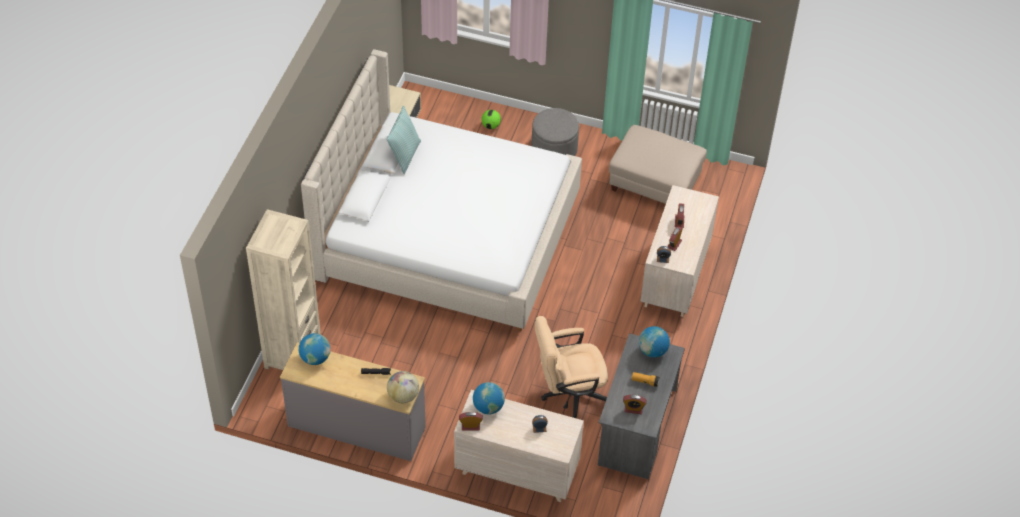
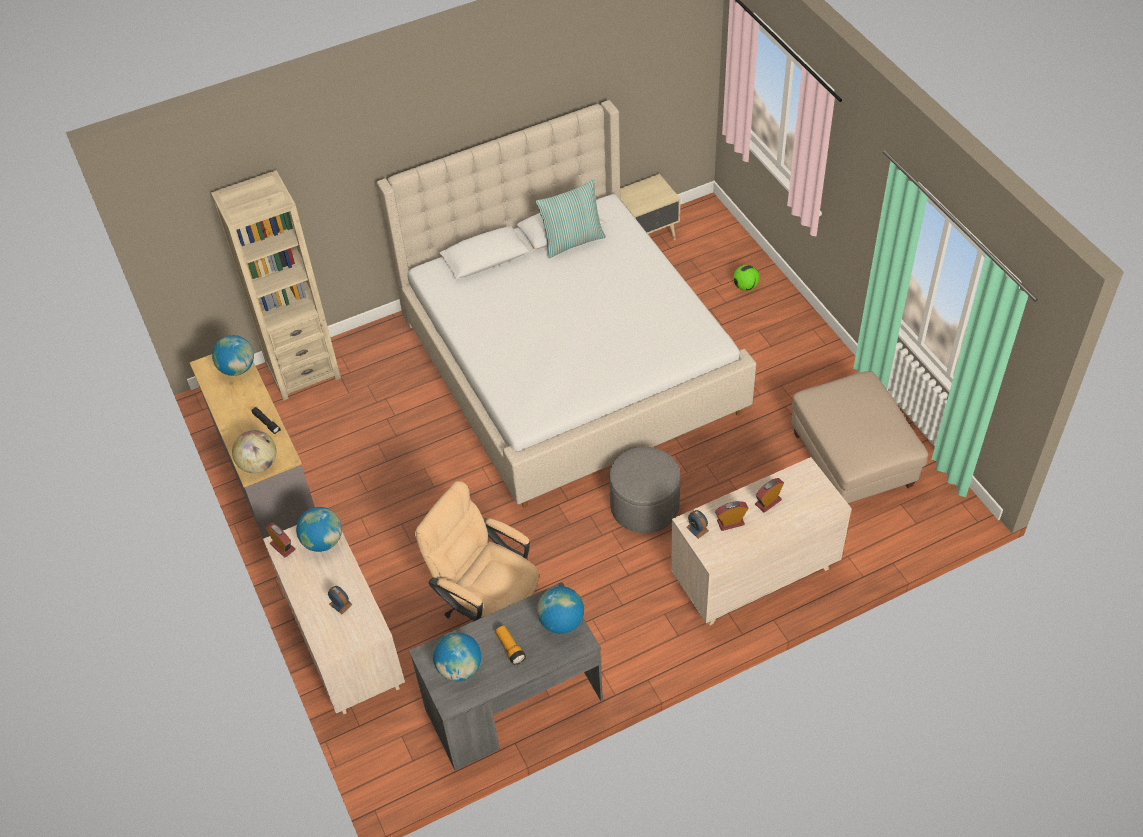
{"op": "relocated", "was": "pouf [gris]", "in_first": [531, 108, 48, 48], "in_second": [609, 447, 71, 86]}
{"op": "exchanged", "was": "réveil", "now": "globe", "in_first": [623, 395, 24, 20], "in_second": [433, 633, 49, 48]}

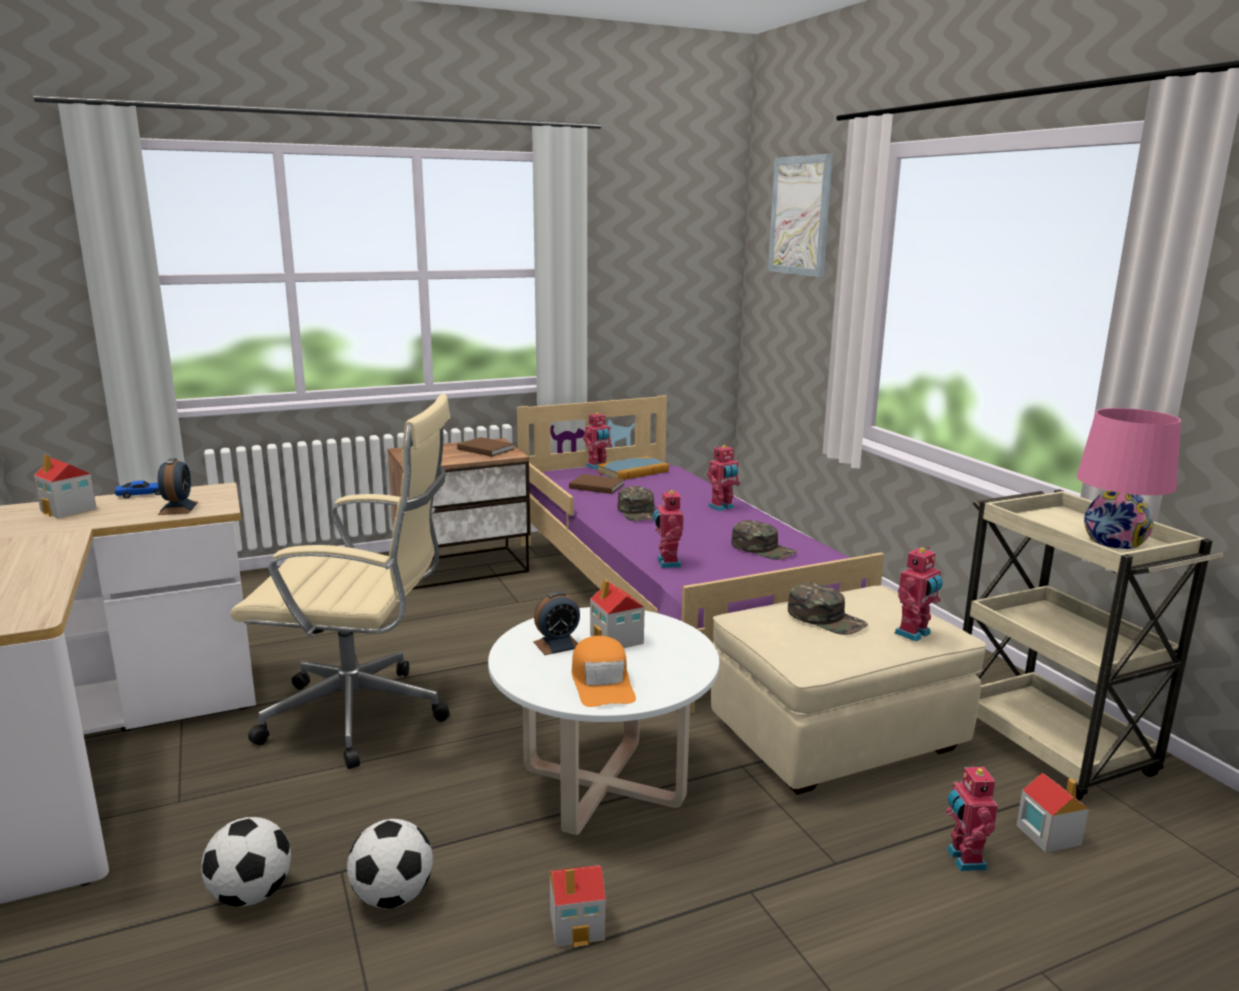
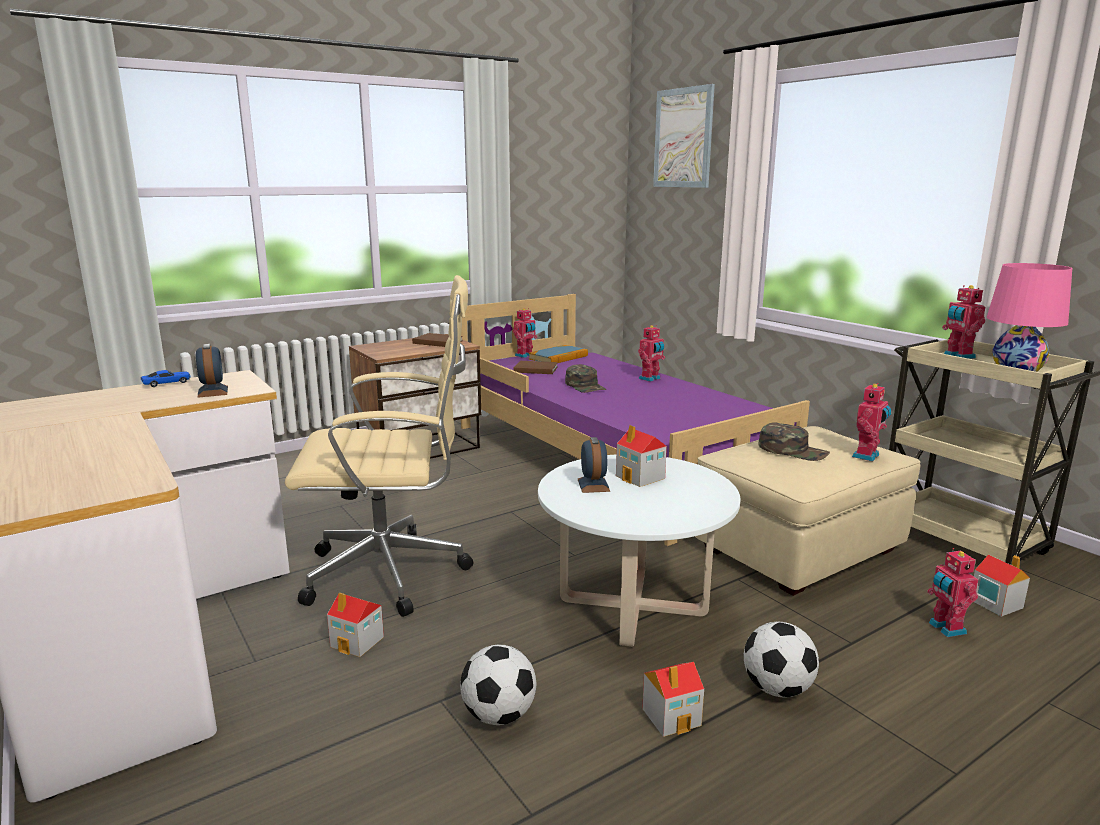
{"op": "relocated", "was": "maison miniature", "in_first": [34, 454, 63, 64], "in_second": [327, 593, 57, 64]}
{"op": "relocated", "was": "ballon de foot", "in_first": [201, 817, 90, 90], "in_second": [744, 622, 75, 75]}
{"op": "spun", "was": "réveil", "in_first": [533, 591, 47, 64], "in_second": [578, 437, 32, 56], "clockwise": -60}
{"op": "missing", "was": "casquette [orange]", "in_first": [572, 636, 64, 71]}
{"op": "relocated", "was": "robot jouet", "in_first": [653, 488, 31, 80], "in_second": [942, 285, 44, 74]}
{"op": "missing", "was": "casquette [vert]", "in_first": [731, 520, 66, 40]}

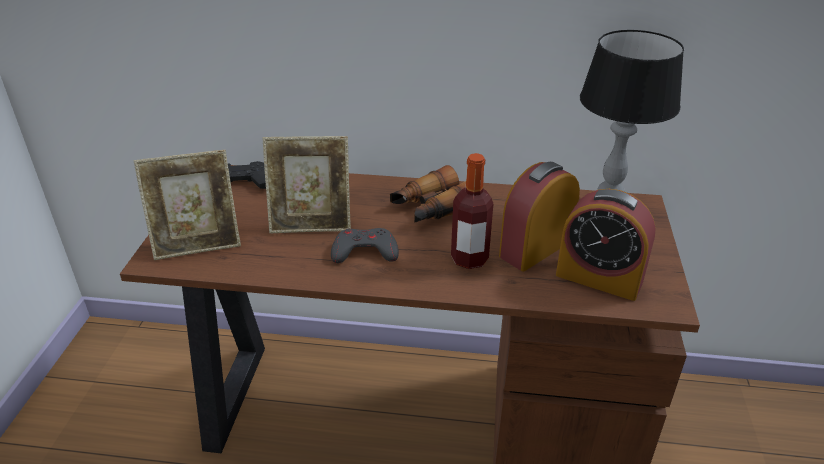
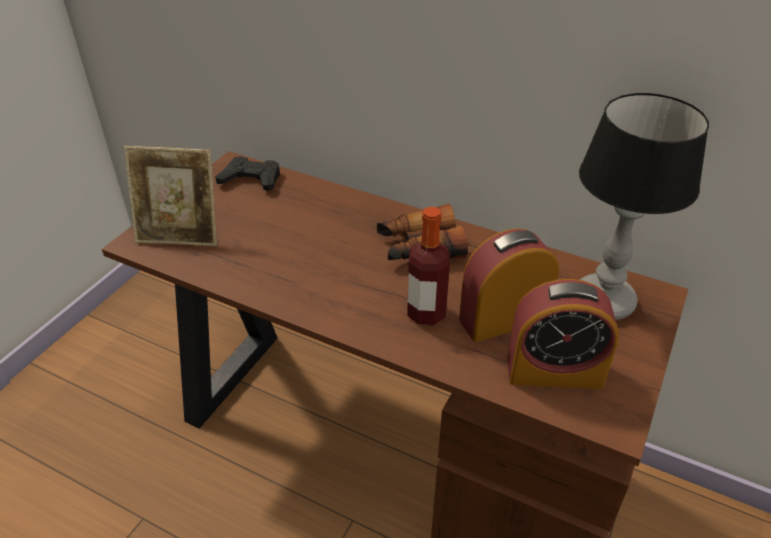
{"op": "missing", "was": "cadre photo", "in_first": [262, 136, 89, 97]}
{"op": "missing", "was": "manette [gris]", "in_first": [331, 228, 68, 35]}
{"op": "spun", "was": "réveil", "in_first": [556, 189, 100, 112], "in_second": [507, 279, 112, 110], "clockwise": -45}

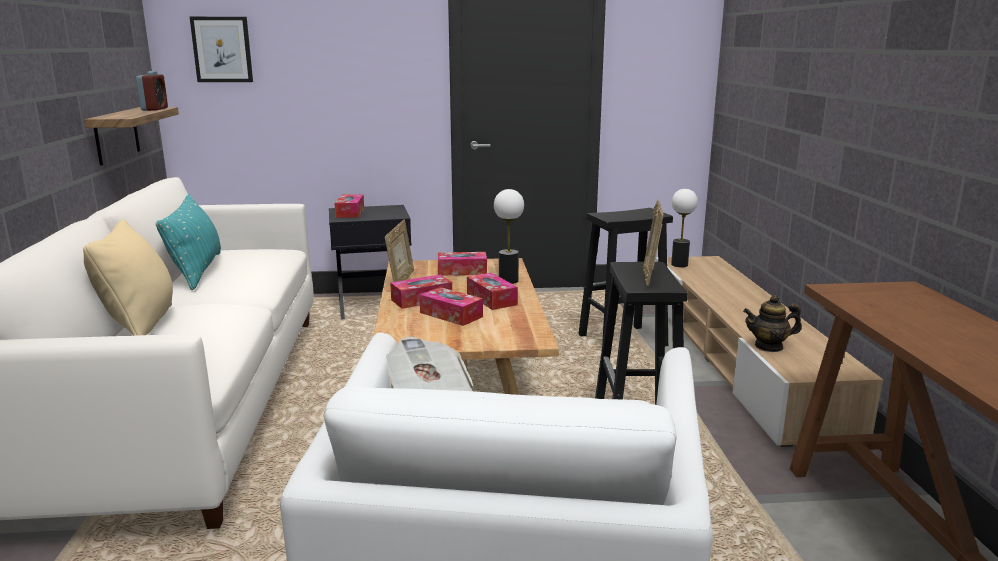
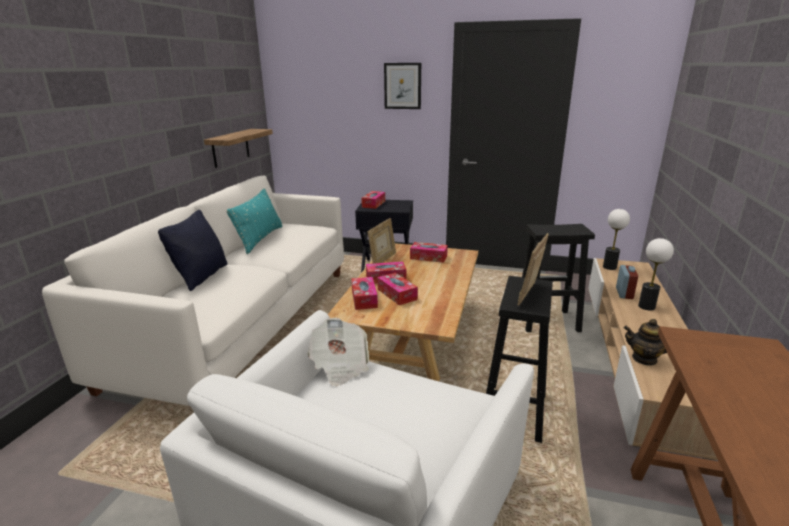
{"op": "colour", "was": "coussin [beige]", "now": "coussin [noir]", "in_first": [83, 220, 90, 116], "in_second": [158, 210, 70, 81]}
{"op": "relocated", "was": "réveil", "in_first": [136, 71, 32, 40], "in_second": [616, 265, 22, 34]}
{"op": "relocated", "was": "tableau", "in_first": [190, 17, 63, 65], "in_second": [384, 63, 37, 46]}
{"op": "relocated", "was": "boîte à mouchoirs", "in_first": [467, 273, 51, 37], "in_second": [351, 277, 27, 33]}
{"op": "relocated", "was": "lampe de table", "in_first": [494, 189, 30, 95], "in_second": [638, 238, 36, 72]}

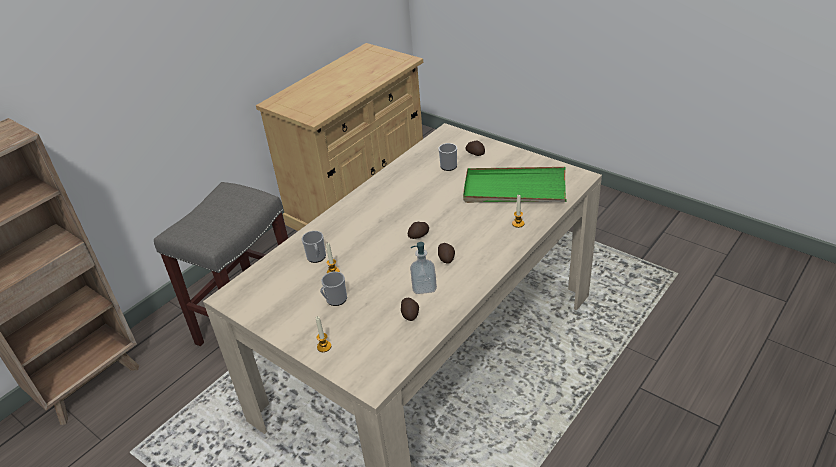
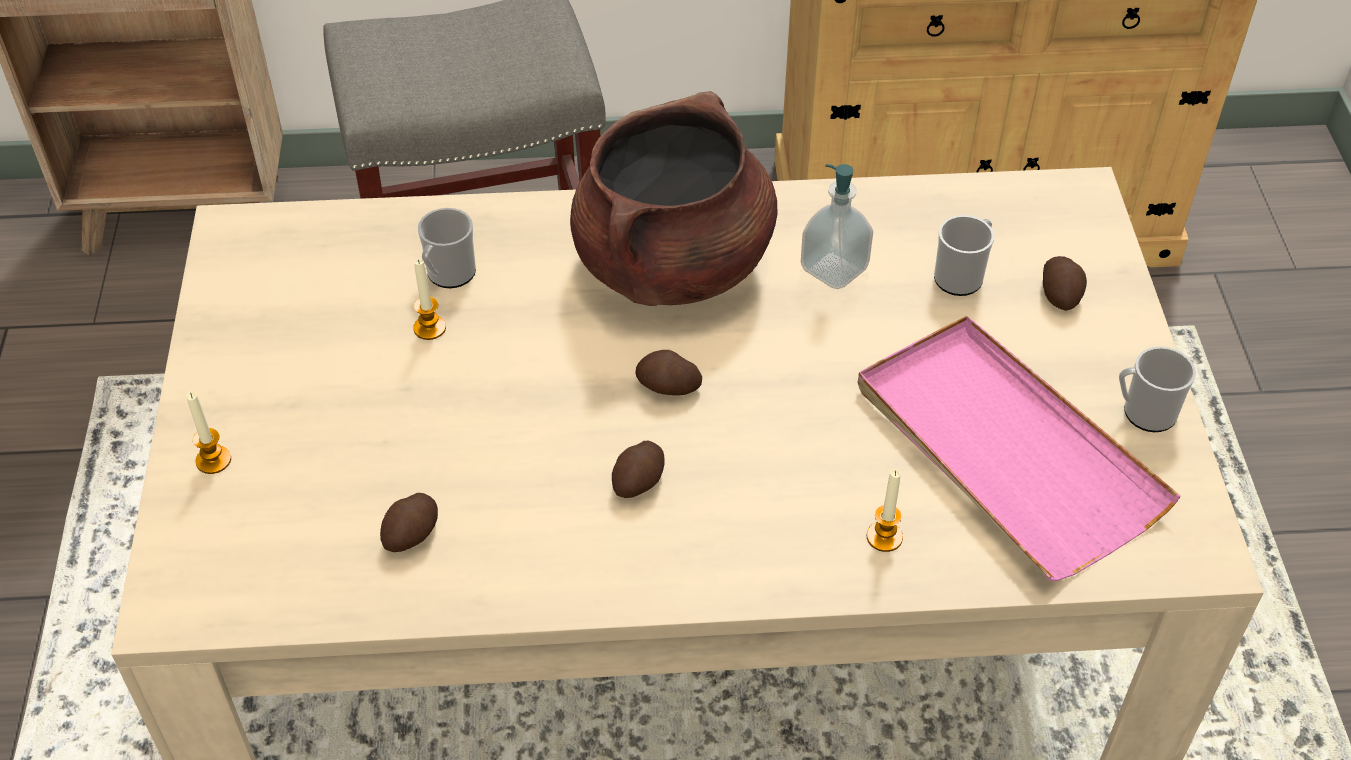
{"op": "relocated", "was": "mug", "in_first": [320, 272, 27, 34], "in_second": [1119, 346, 77, 86]}
{"op": "relocated", "was": "distributeur de savon", "in_first": [410, 242, 27, 52], "in_second": [801, 164, 72, 125]}
{"op": "colour", "was": "plateau [vert]", "now": "plateau [rose]", "in_first": [463, 167, 104, 36], "in_second": [857, 316, 324, 265]}
{"op": "appeared", "now": "marmite [marron]", "in_second": [570, 91, 208, 215]}

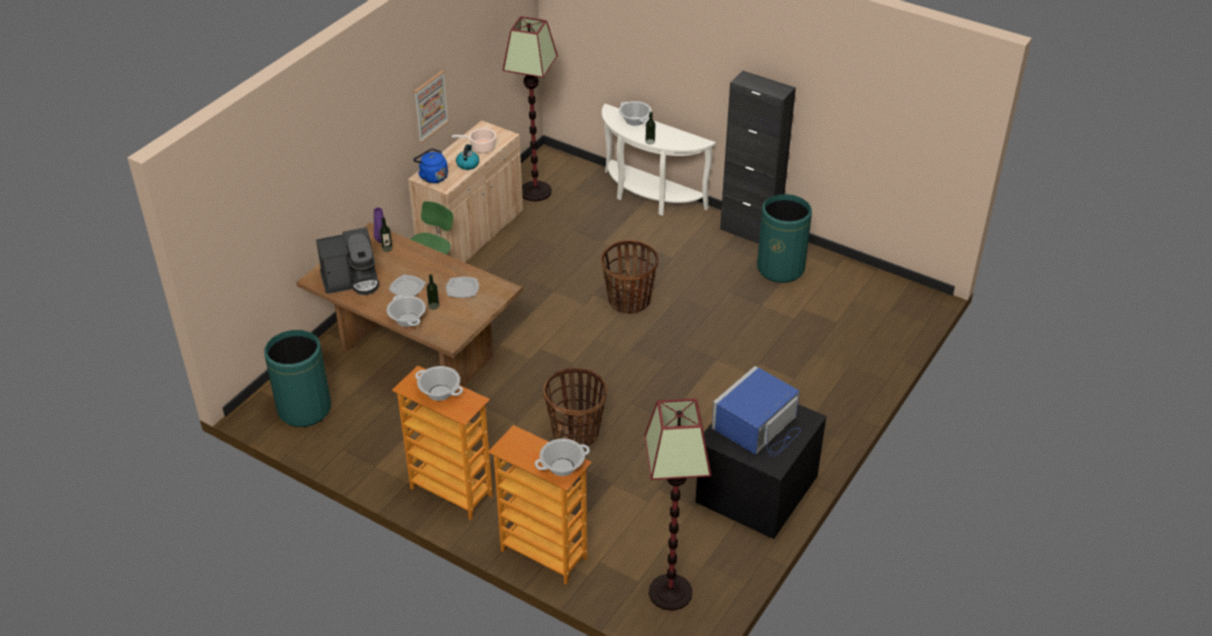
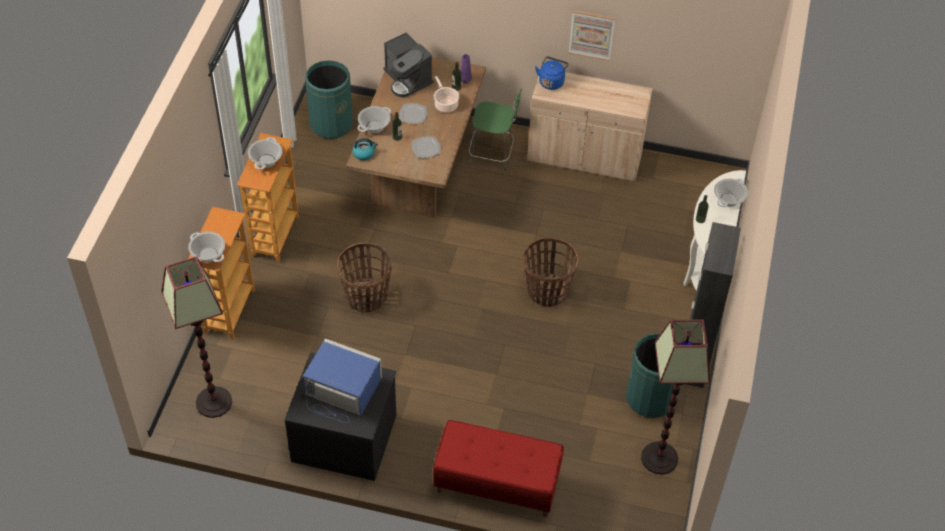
{"op": "relocated", "was": "marmite", "in_first": [452, 128, 44, 25], "in_second": [434, 76, 25, 37]}
{"op": "relocated", "was": "bouilloire", "in_first": [456, 144, 23, 26], "in_second": [352, 138, 26, 22]}
{"op": "relocated", "was": "lampadaire", "in_first": [503, 16, 55, 185], "in_second": [641, 320, 69, 155]}
{"op": "appeared", "now": "banc [rouge]", "in_second": [433, 420, 131, 97]}

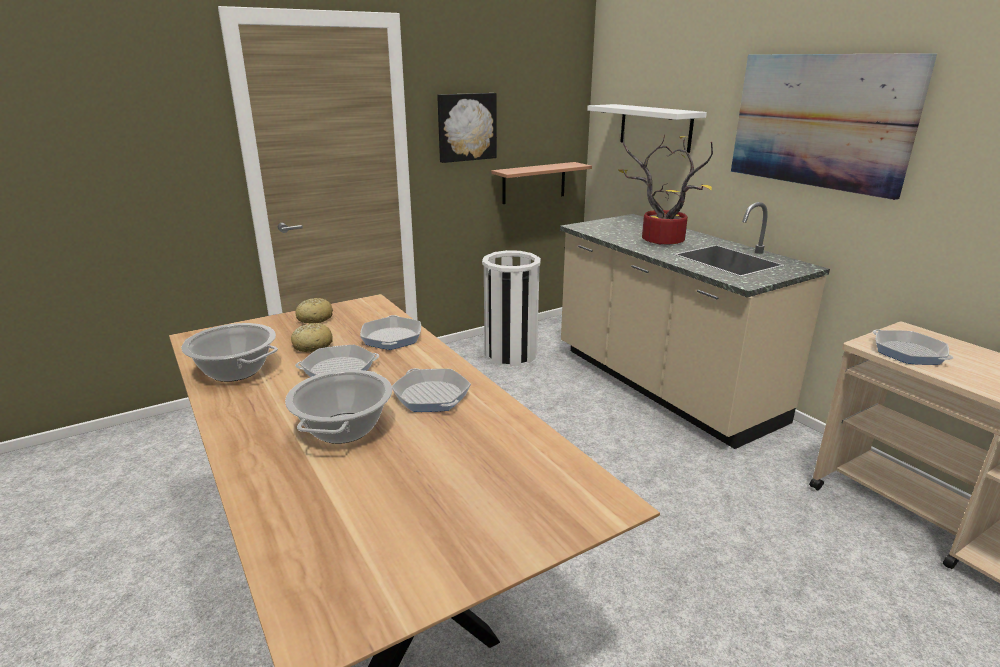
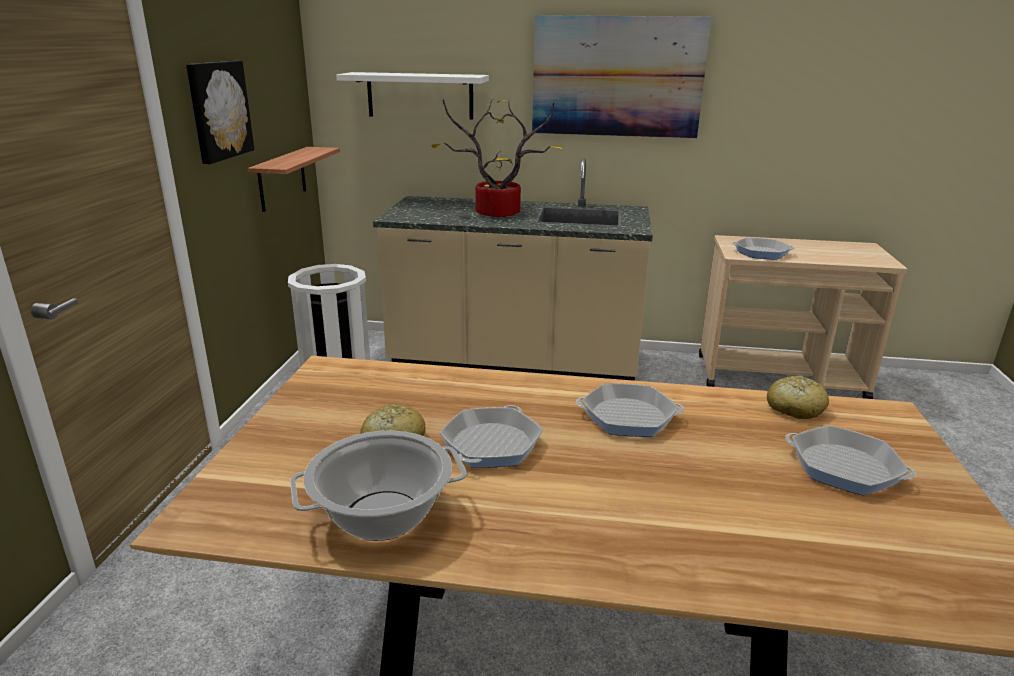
{"op": "missing", "was": "marmite", "in_first": [285, 370, 107, 74]}
{"op": "relocated", "was": "pain", "in_first": [295, 298, 38, 26], "in_second": [767, 376, 62, 43]}
{"op": "relocated", "was": "poêle", "in_first": [360, 315, 61, 35], "in_second": [785, 425, 131, 70]}

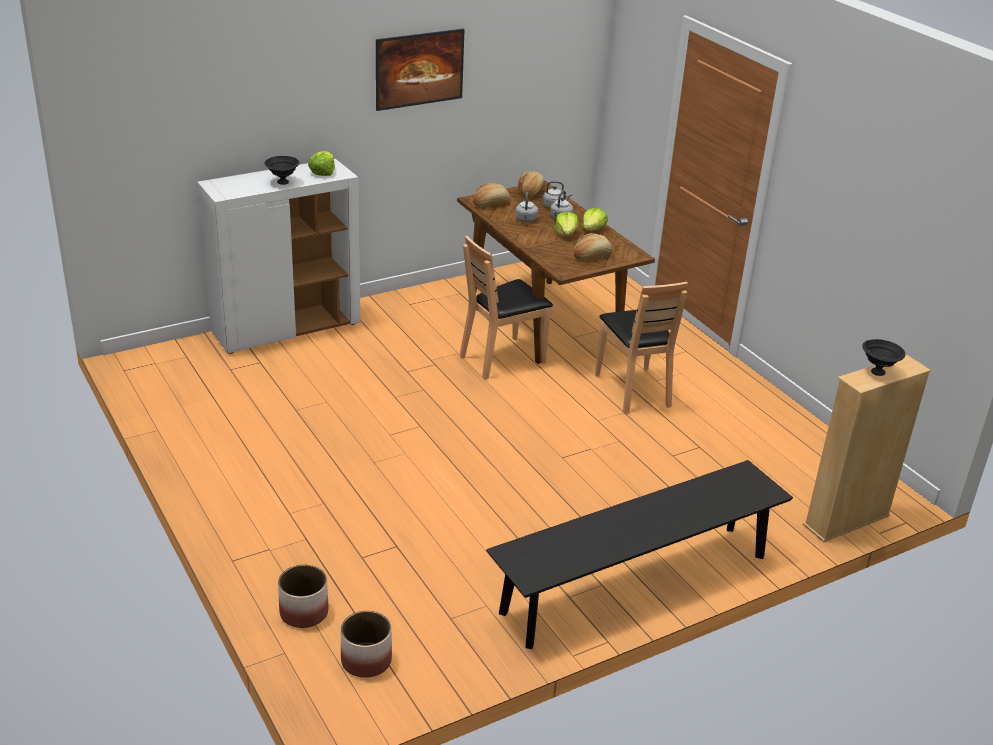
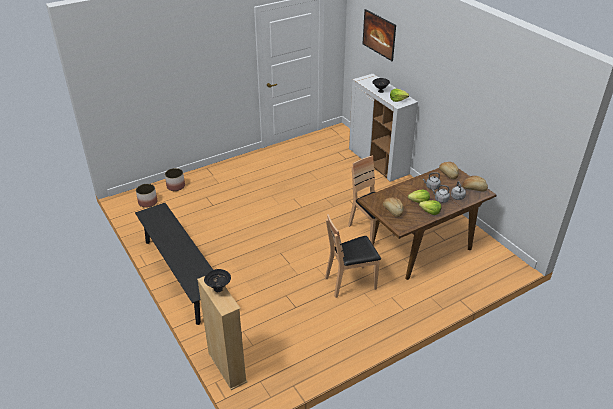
{"op": "relocated", "was": "tableau", "in_first": [376, 29, 89, 82], "in_second": [363, 9, 33, 52]}

